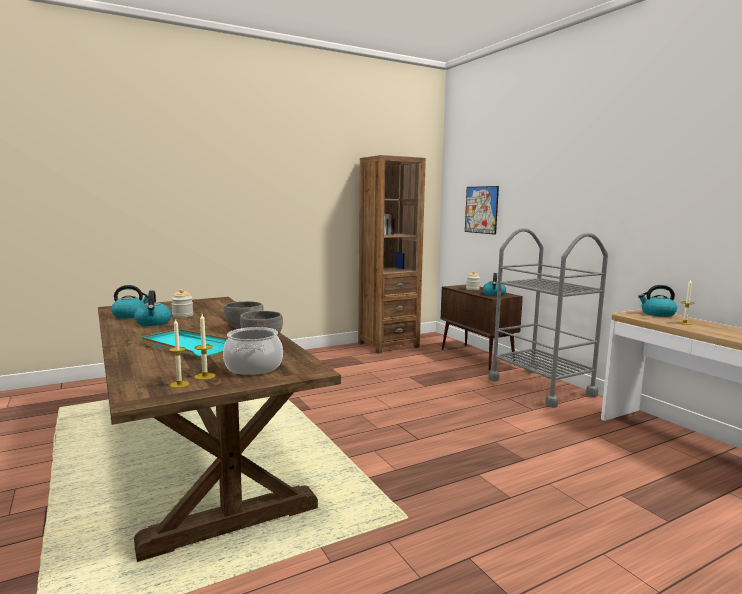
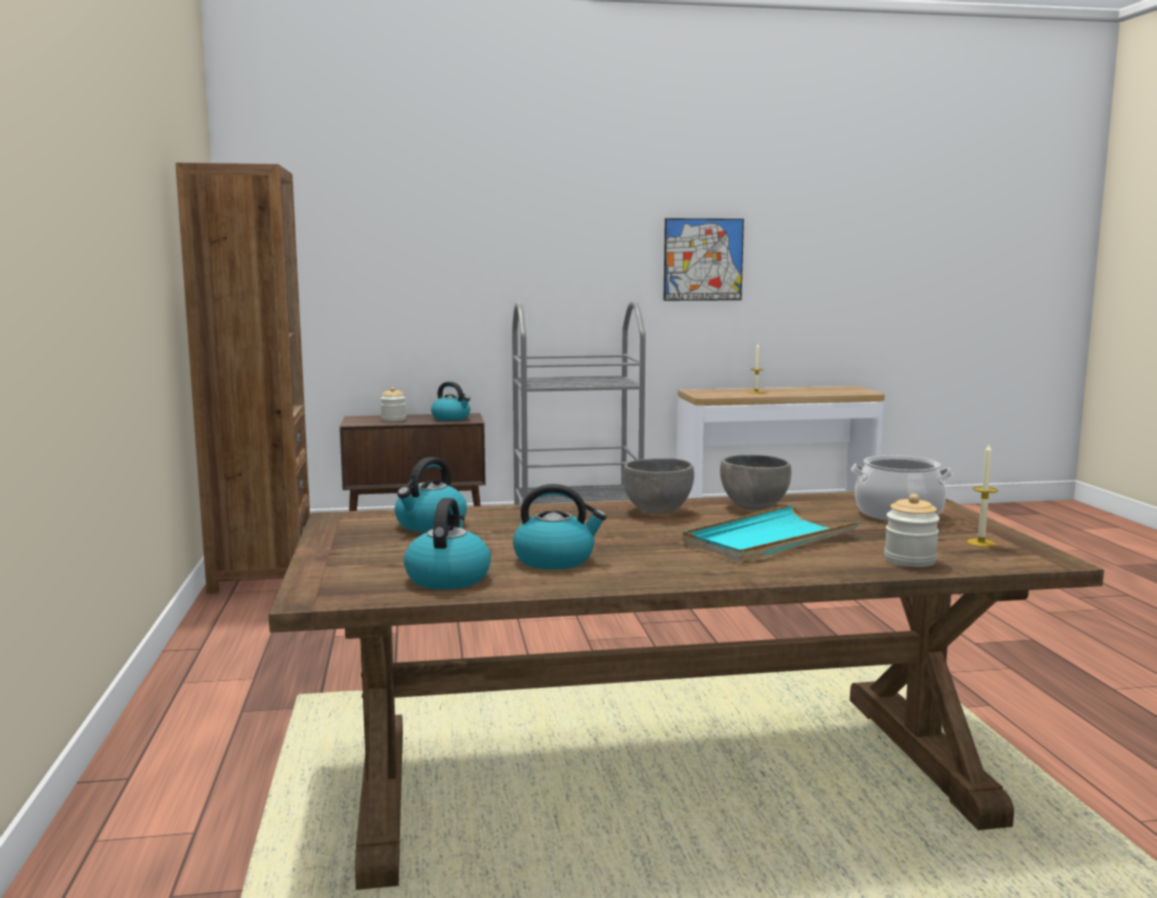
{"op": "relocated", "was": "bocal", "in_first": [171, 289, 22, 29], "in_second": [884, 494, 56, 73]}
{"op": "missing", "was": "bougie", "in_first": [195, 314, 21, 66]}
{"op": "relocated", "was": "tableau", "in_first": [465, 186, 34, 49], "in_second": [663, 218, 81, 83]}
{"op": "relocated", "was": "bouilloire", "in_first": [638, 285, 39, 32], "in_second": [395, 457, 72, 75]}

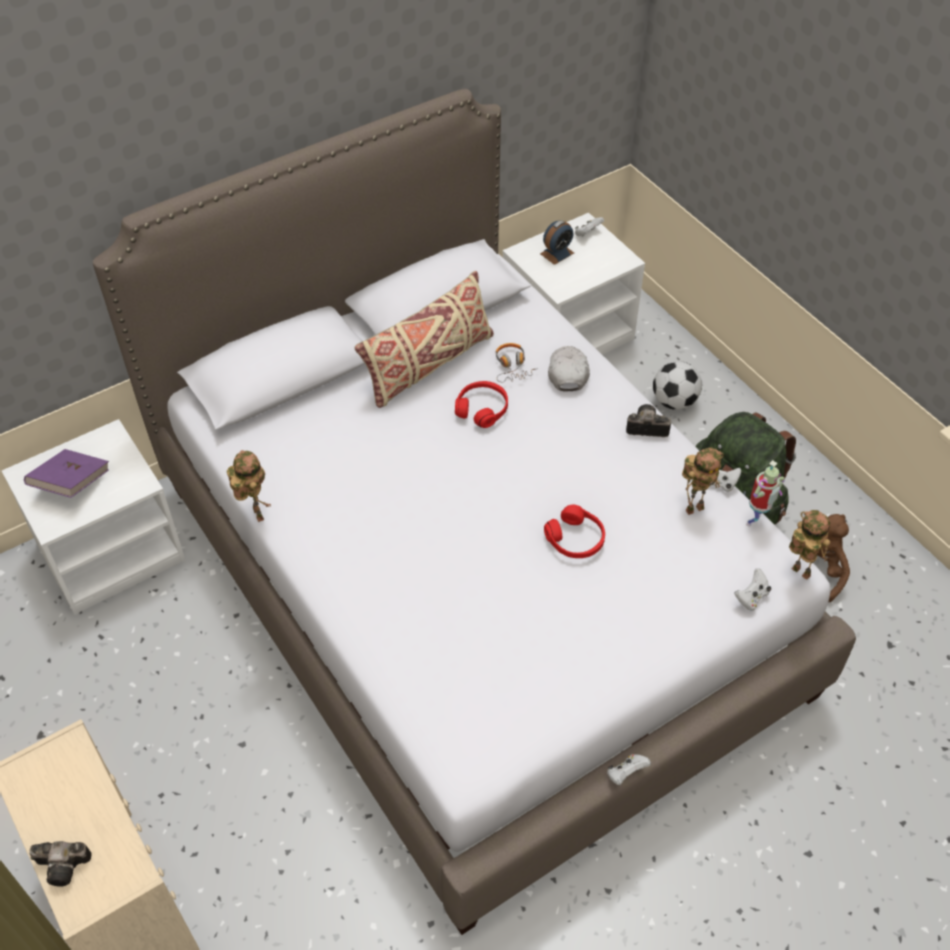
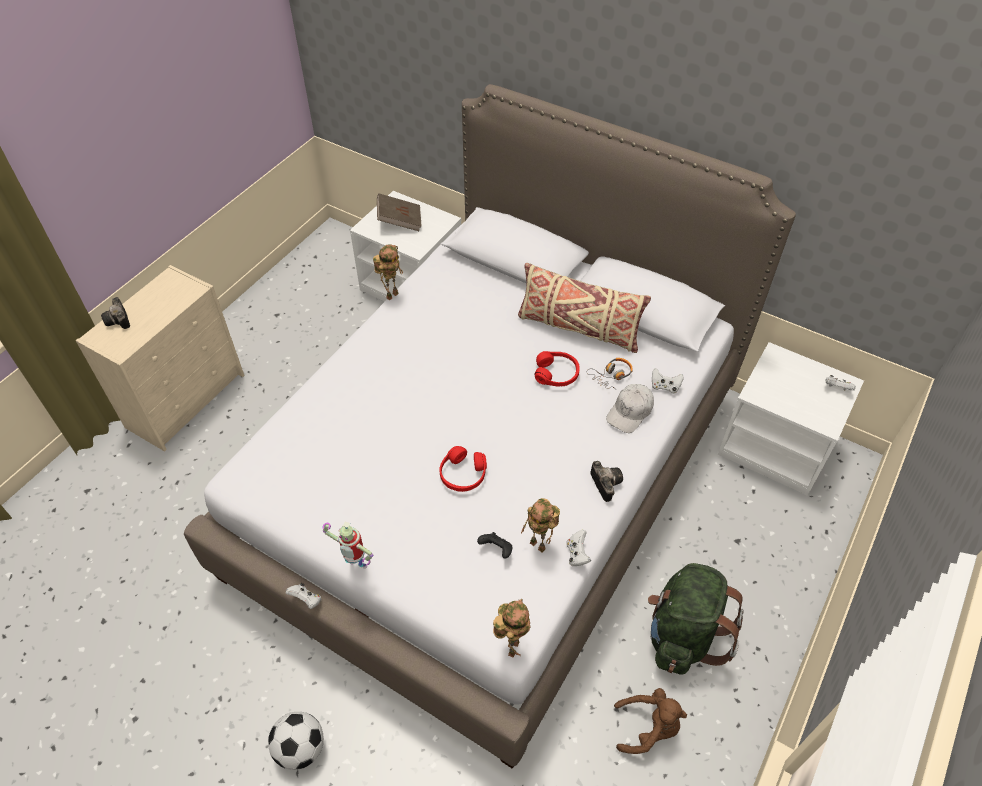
{"op": "colour", "was": "livre [violet]", "now": "livre [marron]", "in_first": [24, 449, 85, 49], "in_second": [377, 193, 45, 38]}
{"op": "missing", "was": "réveil", "in_first": [540, 220, 34, 45]}
{"op": "spun", "was": "casquette [blanc]", "in_first": [548, 346, 42, 46], "in_second": [606, 384, 48, 49], "clockwise": 150}
{"op": "relocated", "was": "ballon de foot", "in_first": [653, 361, 49, 49], "in_second": [268, 712, 56, 58]}
{"op": "relocated", "was": "manette [blanc]", "in_first": [735, 568, 36, 43], "in_second": [652, 368, 32, 26]}
{"op": "relocated", "was": "robot jouet", "in_first": [746, 460, 39, 66], "in_second": [322, 522, 51, 47]}
{"op": "appeared", "now": "manette [noir]", "in_second": [477, 532, 36, 27]}

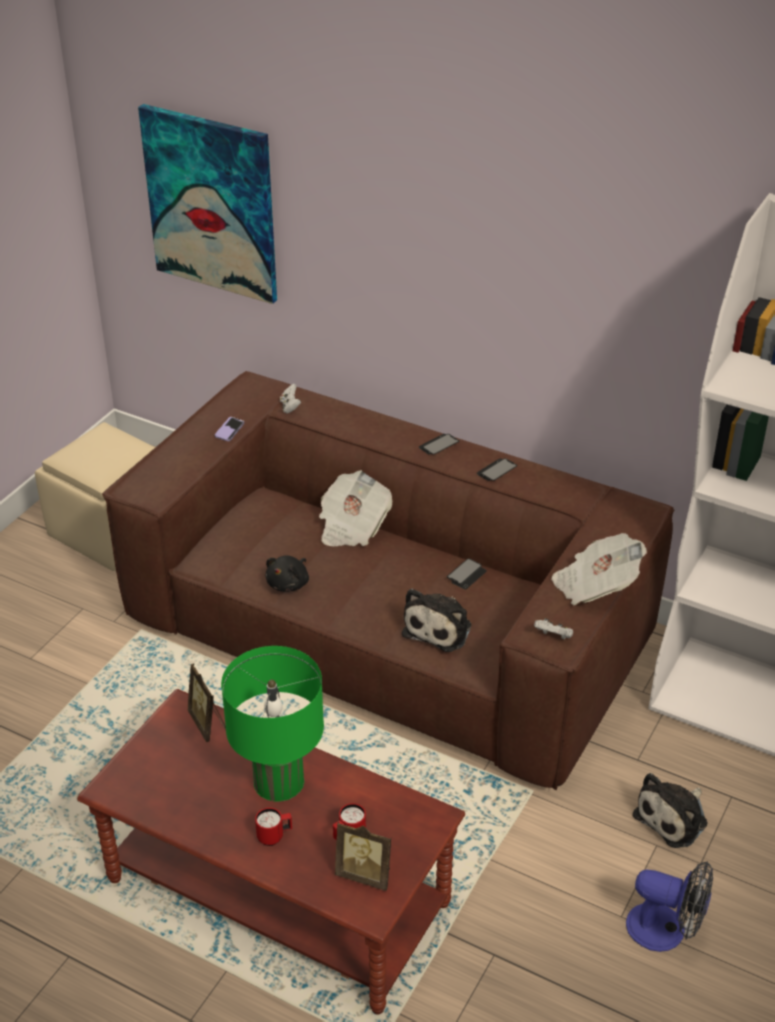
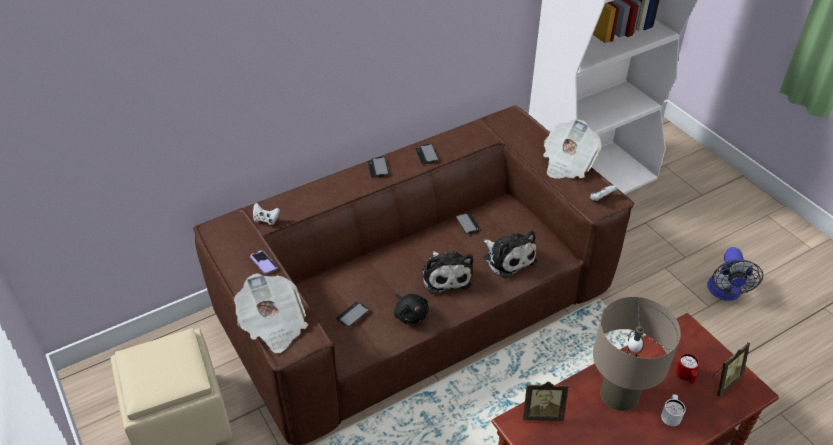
{"op": "missing", "was": "tableau", "in_first": [138, 104, 139, 200]}
{"op": "colour", "was": "lampe de table [vert]", "now": "lampe de table [beige]", "in_first": [221, 646, 103, 156], "in_second": [593, 297, 88, 114]}
{"op": "colour", "was": "mug [rouge]", "now": "mug [blanc]", "in_first": [255, 808, 37, 38], "in_second": [661, 394, 25, 33]}
{"op": "relocated", "was": "journal", "in_first": [319, 470, 74, 76], "in_second": [234, 273, 74, 80]}
{"op": "spun", "was": "ventilateur", "in_first": [626, 861, 87, 91], "in_second": [708, 247, 55, 54], "clockwise": 135}
{"op": "relocated", "was": "peluche", "in_first": [633, 773, 75, 75], "in_second": [422, 251, 51, 43]}
{"op": "appeared", "now": "téléphone", "in_second": [336, 302, 33, 25]}

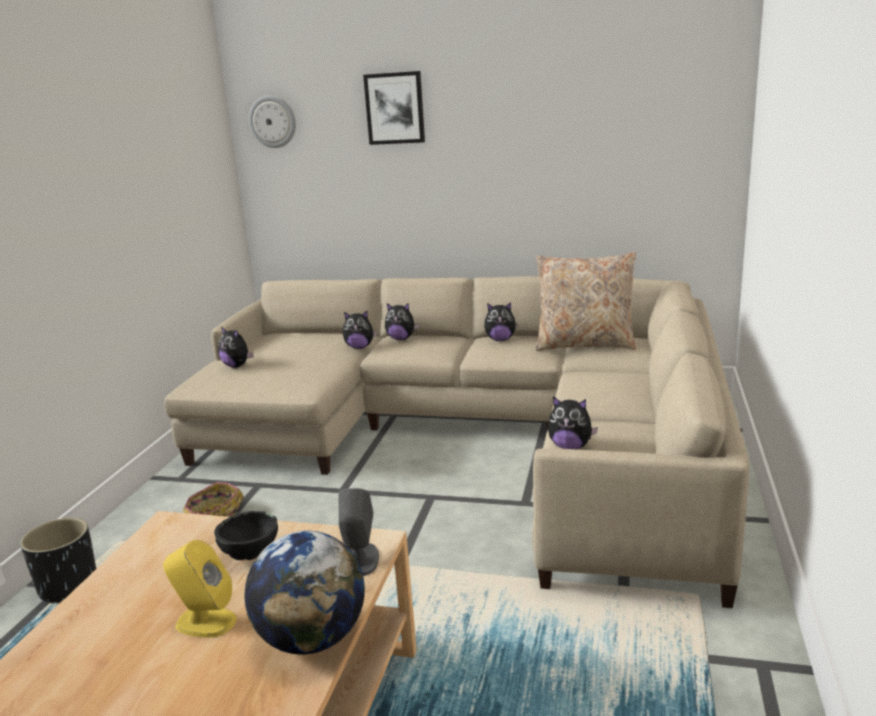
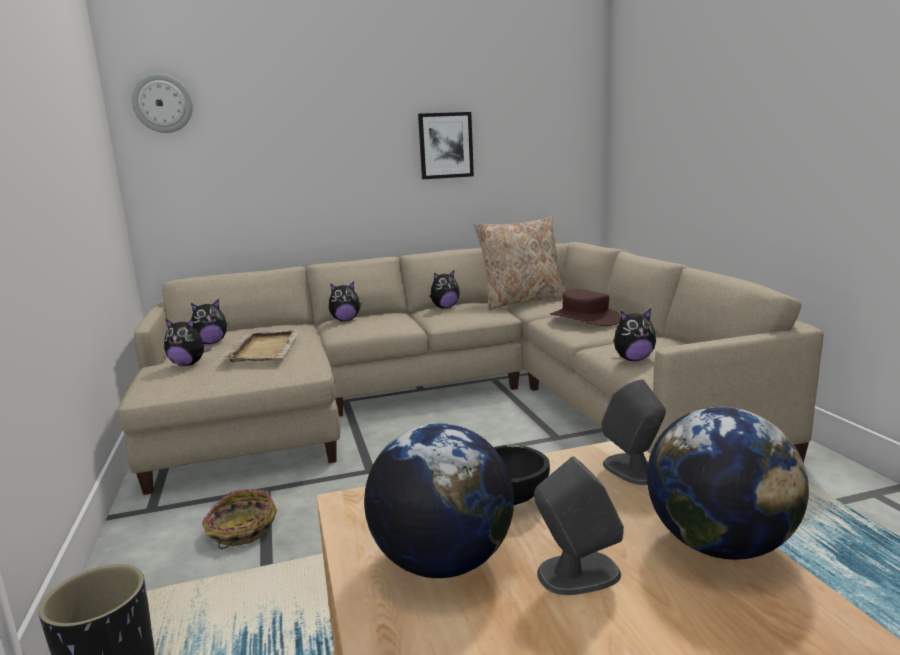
{"op": "colour", "was": "enceinte [jaune]", "now": "enceinte [gris]", "in_first": [163, 540, 74, 98], "in_second": [534, 456, 90, 139]}
{"op": "relocated", "was": "peluche", "in_first": [343, 311, 34, 38], "in_second": [191, 299, 37, 45]}
{"op": "relocated", "was": "tableau", "in_first": [363, 71, 62, 74], "in_second": [418, 112, 56, 67]}
{"op": "appeared", "now": "plateau [beige]", "in_second": [220, 329, 80, 33]}
{"op": "appeared", "now": "globe", "in_second": [364, 423, 150, 155]}
{"op": "appeared", "now": "chapeau [marron]", "in_second": [550, 289, 71, 37]}

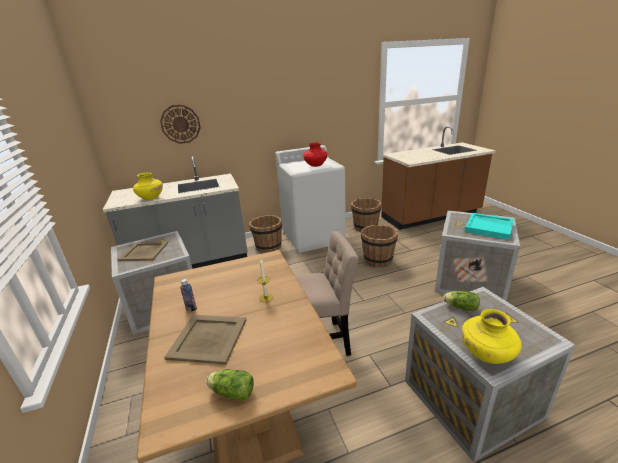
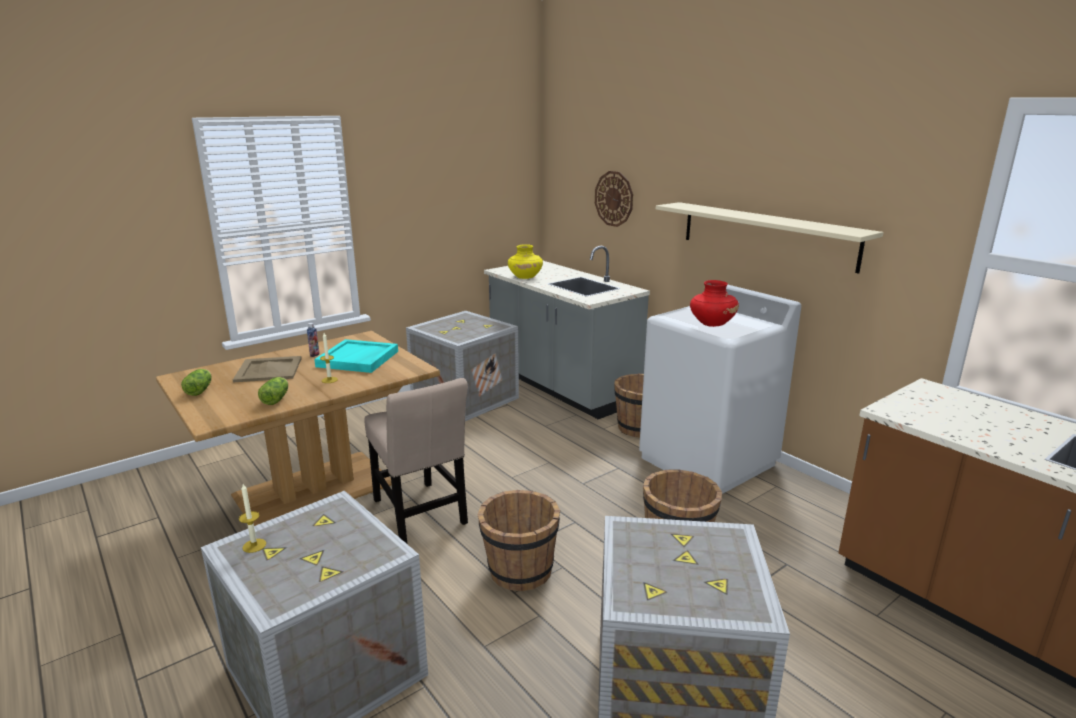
{"op": "missing", "was": "plateau [beige]", "in_first": [117, 241, 51, 20]}
{"op": "relocated", "was": "seau [marron]", "in_first": [351, 198, 31, 33], "in_second": [477, 490, 83, 101]}
{"op": "relocated", "was": "laitue", "in_first": [443, 291, 37, 20], "in_second": [258, 377, 30, 28]}
{"op": "exchanged", "was": "vase [jaune]", "now": "bougie", "in_first": [461, 309, 61, 55], "in_second": [239, 484, 27, 69]}
{"op": "relocated", "was": "plateau [turquoise]", "in_first": [465, 213, 49, 27], "in_second": [314, 339, 84, 34]}
{"op": "appeared", "now": "étagère [beige]", "in_second": [656, 202, 228, 72]}

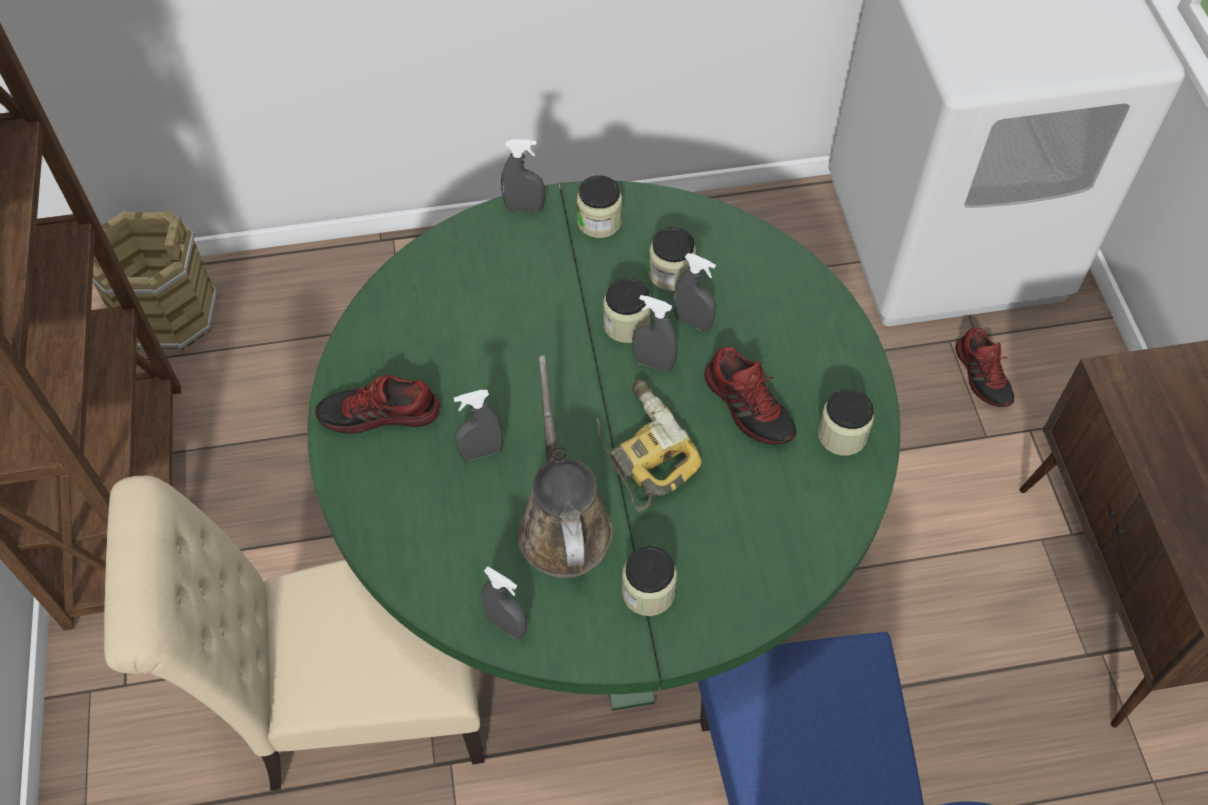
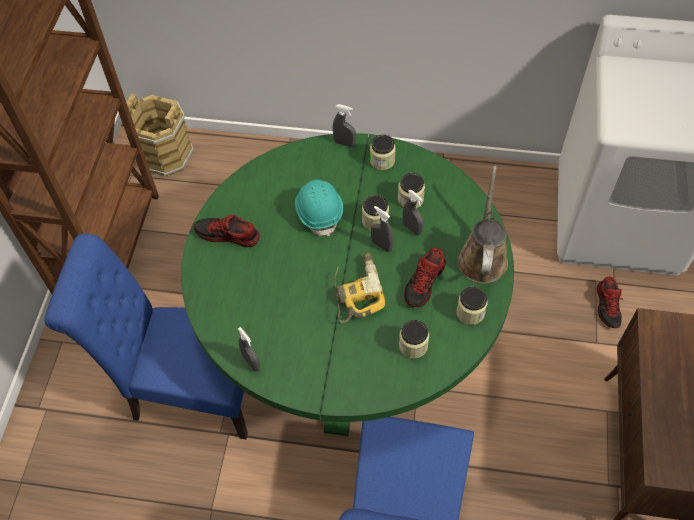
{"op": "colour", "was": "chaise [beige]", "now": "chaise [bleu]", "in_first": [104, 475, 381, 316], "in_second": [44, 234, 204, 206]}
{"op": "missing", "was": "vaporisateur [gris]", "in_first": [454, 390, 49, 71]}
{"op": "relocated", "was": "arrosoir [marron]", "in_first": [518, 355, 95, 223], "in_second": [457, 166, 51, 118]}
{"op": "relocated", "was": "bocal", "in_first": [622, 546, 55, 70], "in_second": [399, 320, 30, 39]}
{"op": "spun", "was": "chaussure", "in_first": [704, 346, 93, 99], "in_second": [404, 248, 42, 59], "clockwise": 45}
{"op": "appeared", "now": "casque de chantier [turquoise]", "in_second": [295, 179, 48, 57]}

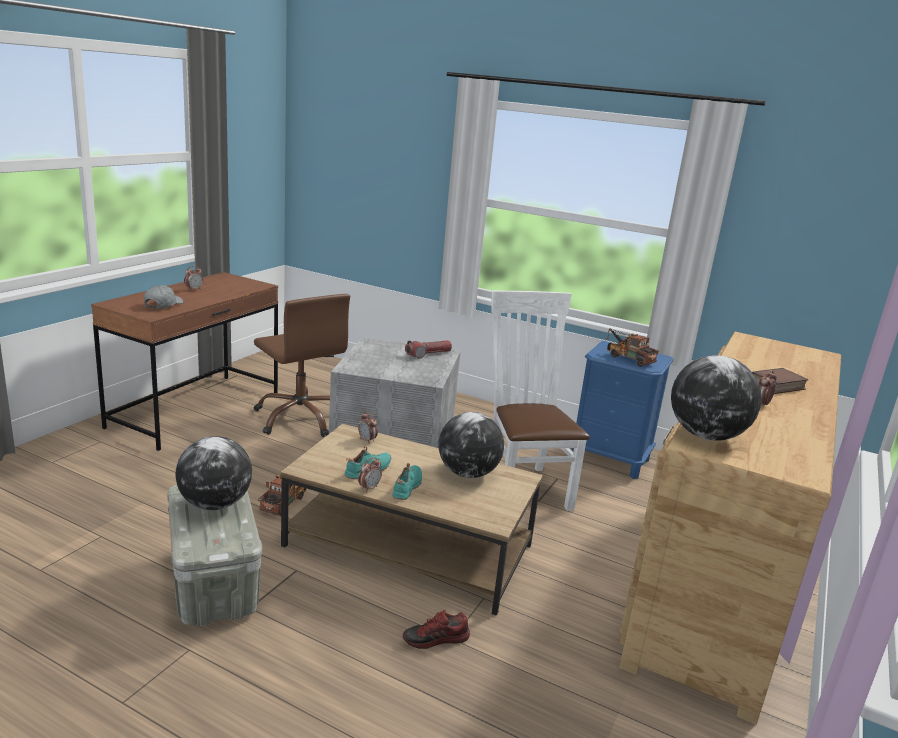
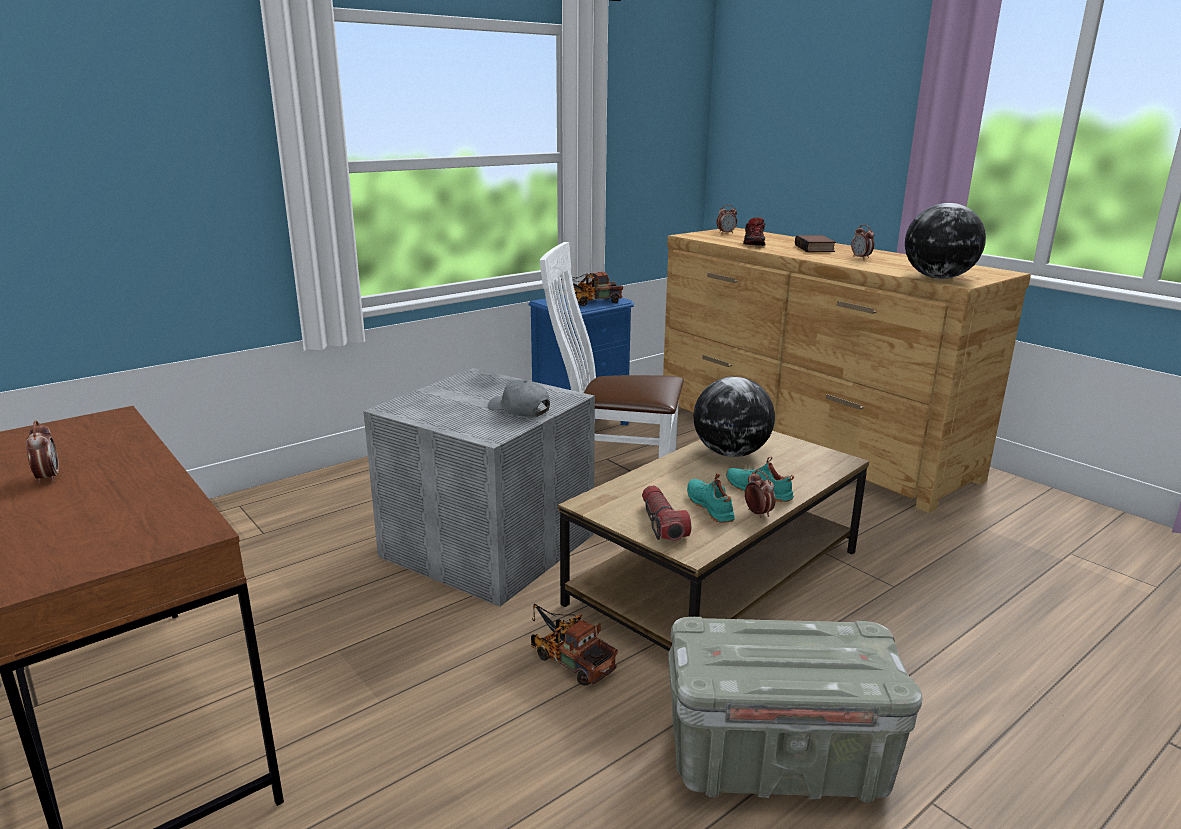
{"op": "relocated", "was": "casquette [gris]", "in_first": [144, 285, 39, 24], "in_second": [488, 380, 62, 37]}
{"op": "missing", "was": "globe", "in_first": [175, 436, 77, 74]}
{"op": "missing", "was": "chaise de bureau [marron]", "in_first": [254, 294, 96, 143]}
{"op": "relocated", "was": "réveil", "in_first": [358, 412, 20, 31], "in_second": [716, 205, 21, 29]}
{"op": "relocated", "was": "chaussure", "in_first": [403, 610, 67, 39], "in_second": [743, 217, 23, 29]}
{"op": "relocated", "was": "lampe de poche", "in_first": [405, 340, 47, 19], "in_second": [642, 485, 49, 56]}

